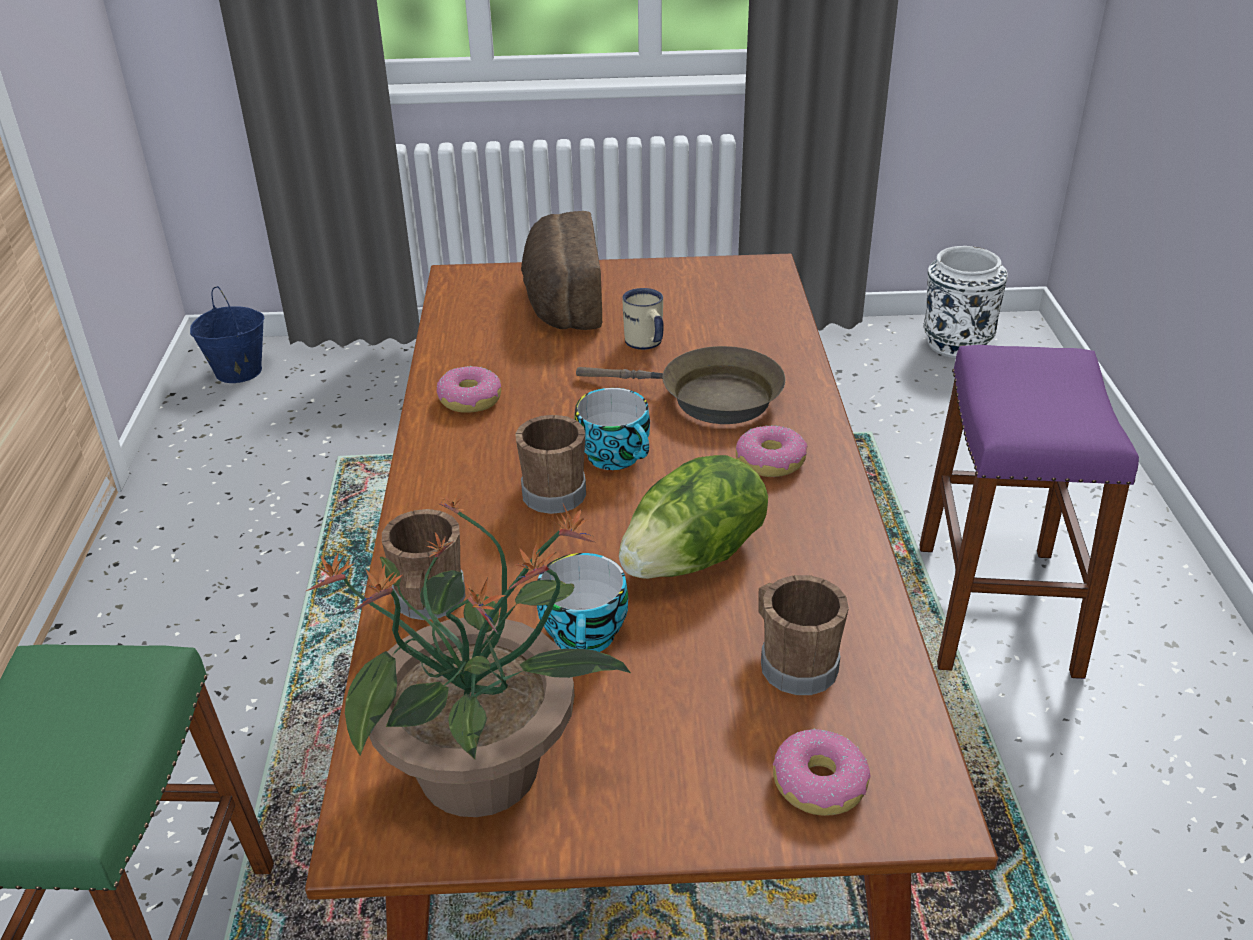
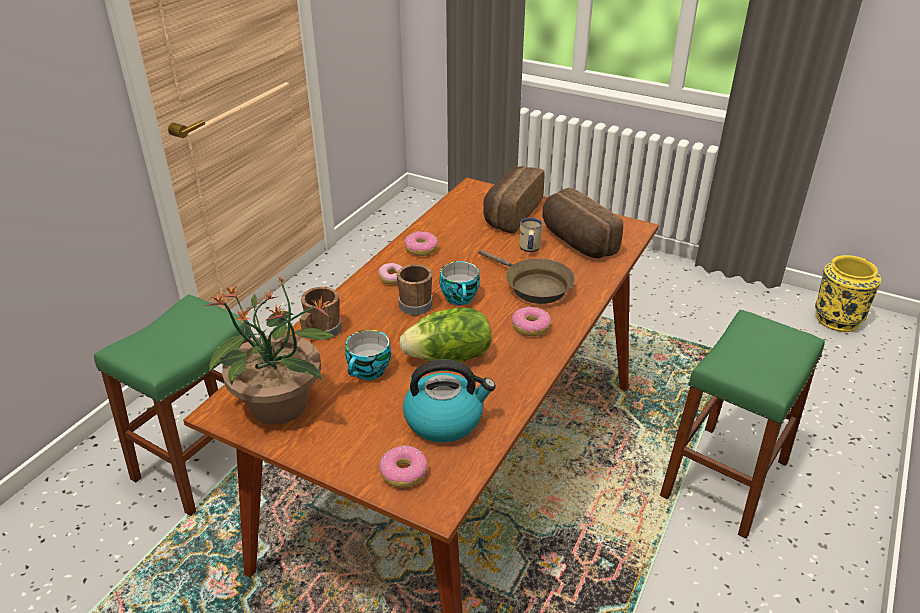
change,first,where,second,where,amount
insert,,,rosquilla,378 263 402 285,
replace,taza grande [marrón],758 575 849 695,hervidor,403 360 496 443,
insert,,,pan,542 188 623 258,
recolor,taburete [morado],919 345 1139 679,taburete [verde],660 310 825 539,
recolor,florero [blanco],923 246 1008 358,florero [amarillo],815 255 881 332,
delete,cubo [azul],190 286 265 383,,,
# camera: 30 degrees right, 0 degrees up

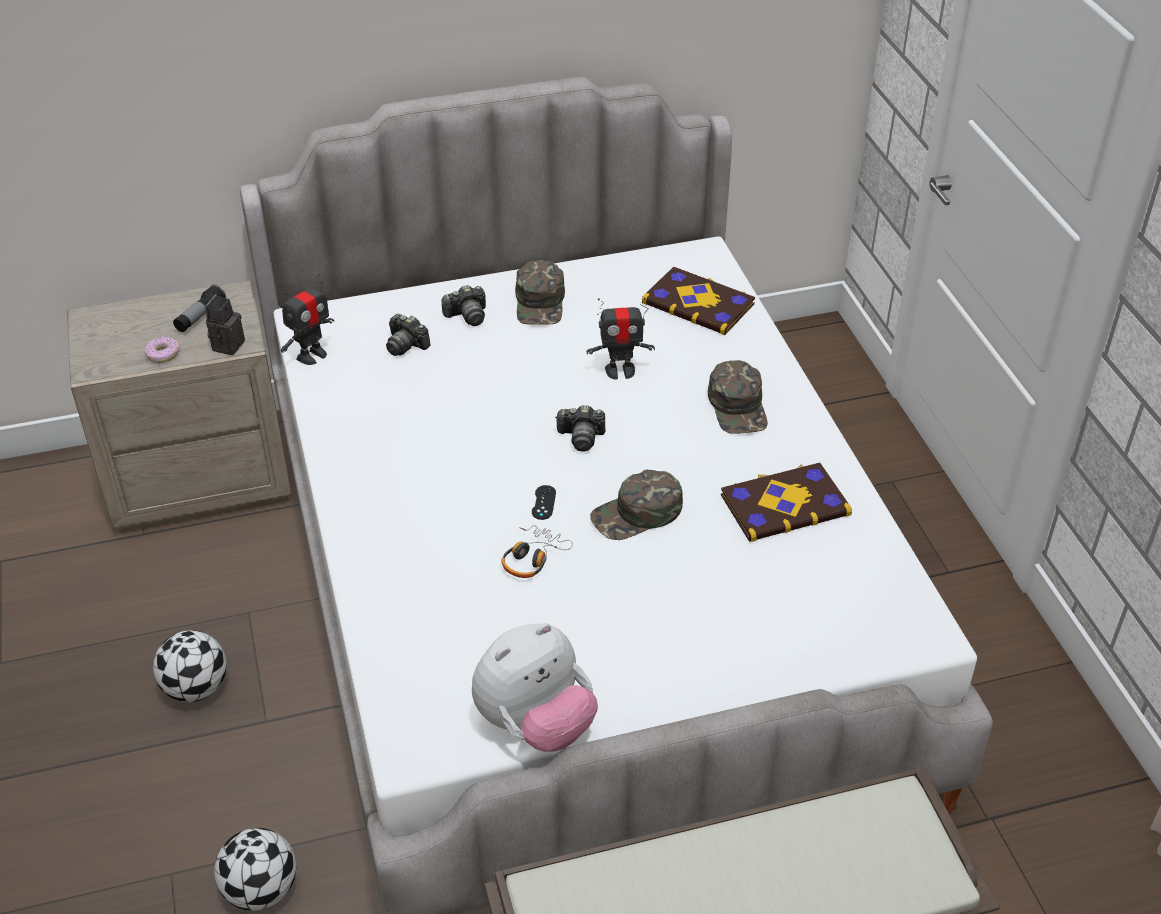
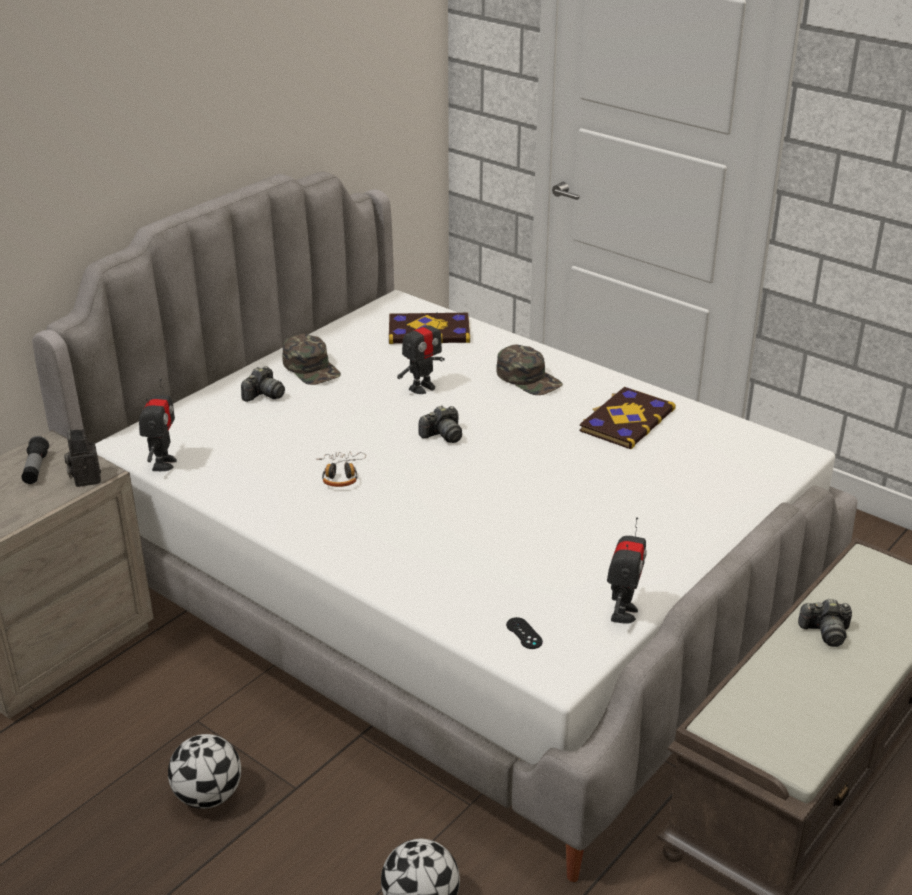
change,first,where,second,where,amount
move,auriculares,501 525 573 578,,316 452 366 487,
move,mando de consola [negro],532 485 556 520,,506 617 543 649,
replace,peluche,472 623 598 752,robot de juguete,607 517 647 624,
move,cámara,386 314 431 356,,798 599 852 647,
delete,rosquilla,145 336 179 363,,,
delete,gorra [verde],590 470 683 540,,,
# camera: 35 degrees left, 10 degrees down

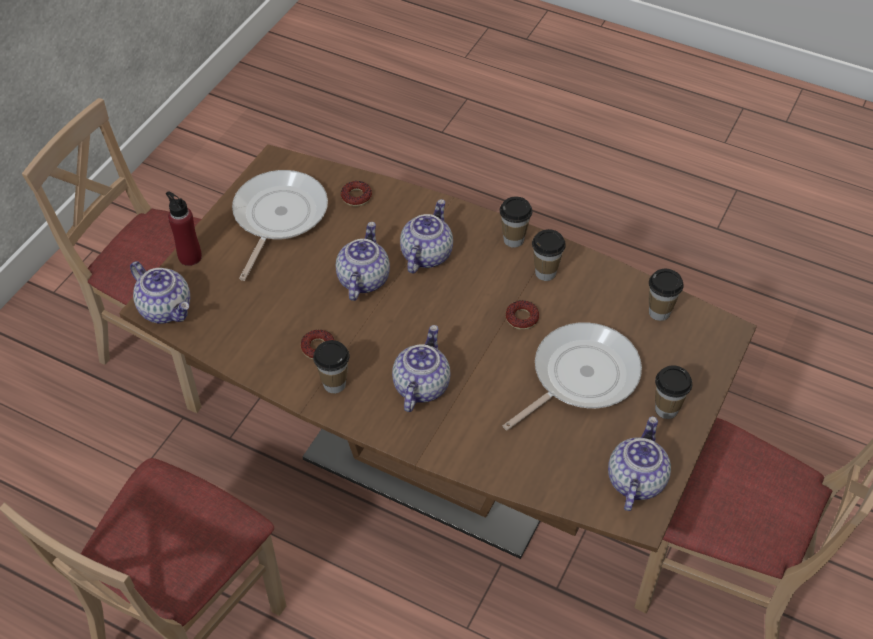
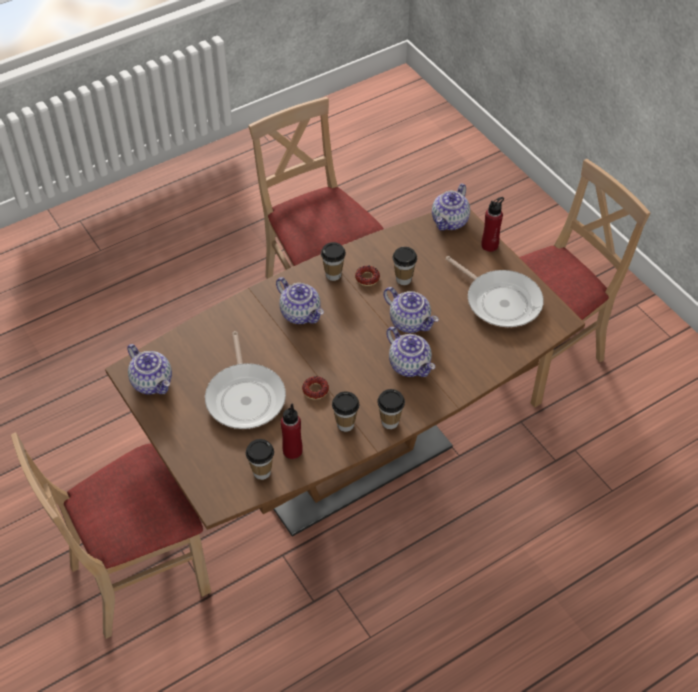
change,first,where,second,where,amount
insert,,,botella [rojo],281 403 303 459,
move,taza,655 365 692 419,,392 247 417 285,
rotate,tetera,130 261 190 324,,432 183 470 230,45 degrees counterclockwise
delete,rosquilla,341 181 372 207,,,
# camera: 120 degrees right, 0 degrees up

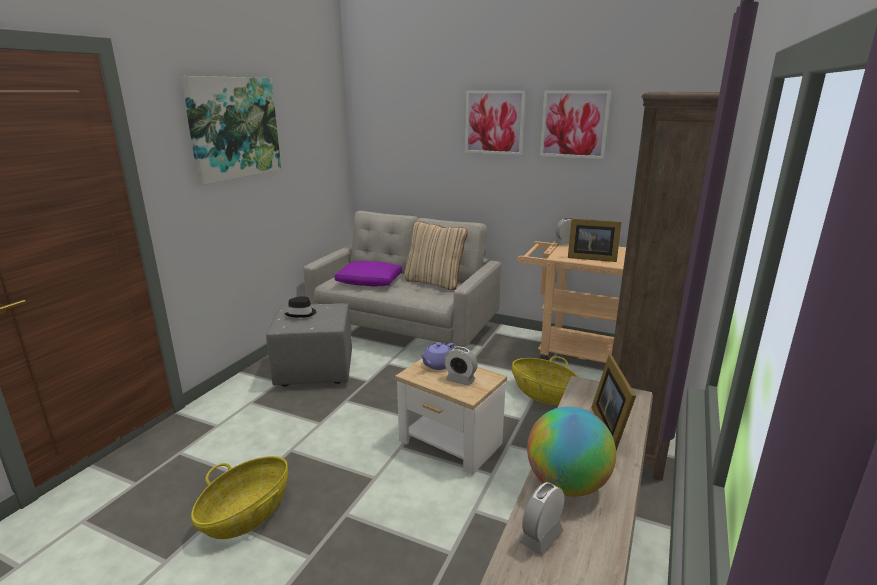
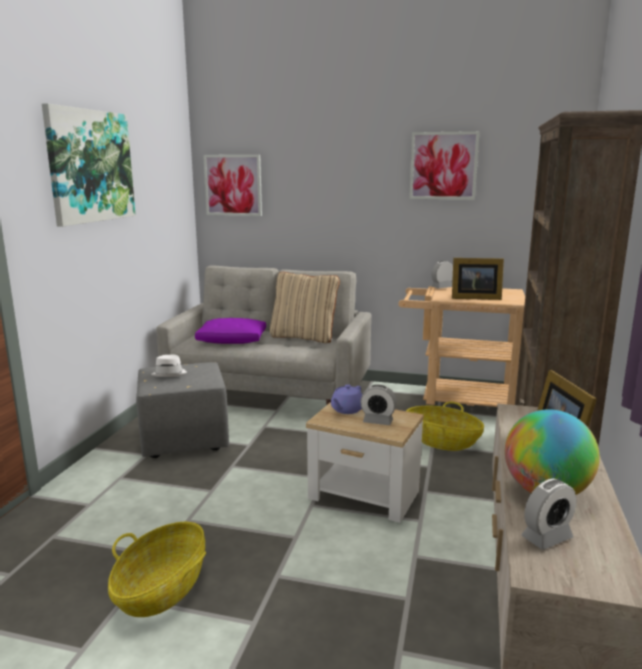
change,first,where,second,where,amount
recolor,sombrero [negro],285 297 317 318,sombrero [blanco],151 355 187 377,
move,cuadro,465 91 526 155,,203 155 262 216,
rotate,despertador,519 482 564 556,,521 479 577 550,150 degrees counterclockwise
# camera: 10 degrees left, 5 degrees down

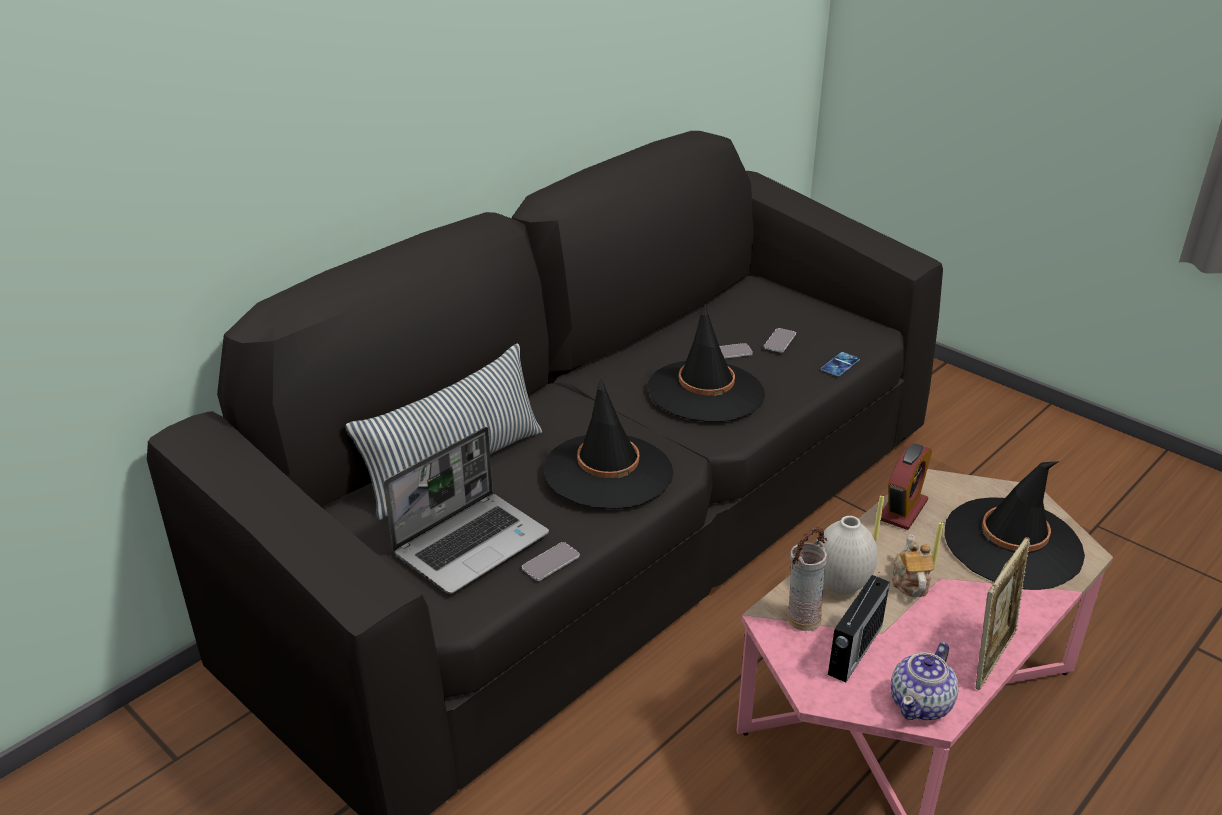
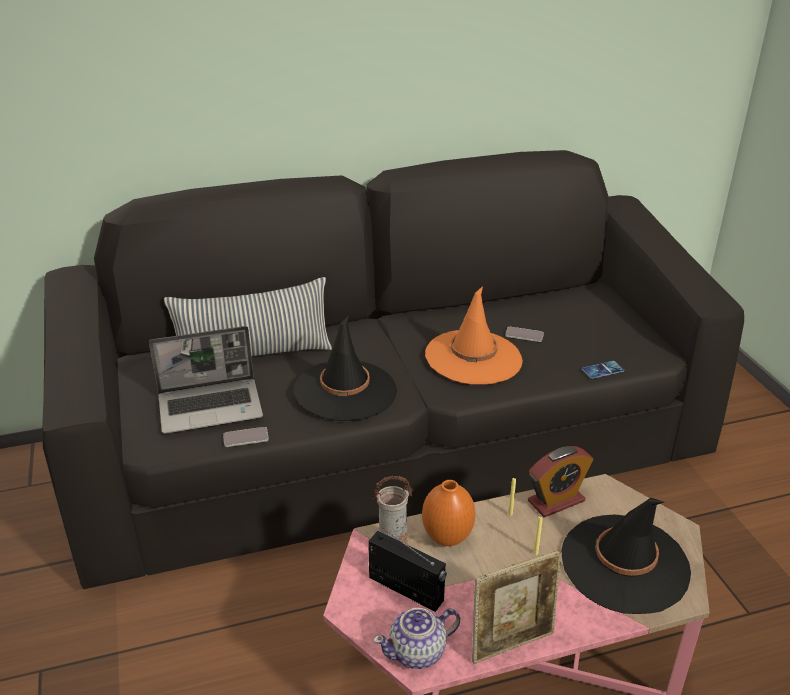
change,first,where,second,where,amount
rotate,radio,828 572 890 683,,368 528 447 612,120 degrees counterclockwise
recolor,florero [blanco],824 516 878 595,florero [naranja],422 480 476 546,
recolor,sombrero [negro],648 304 765 422,sombrero [naranja],425 286 523 385,
delete,móvil,764 328 796 353,,,
delete,tetera,892 534 934 597,,,
# camera: 30 degrees right, 0 degrees up

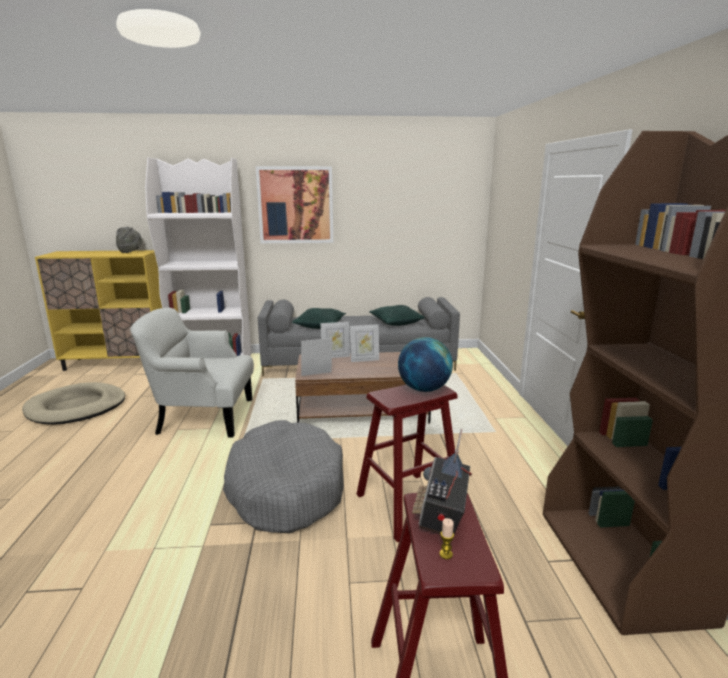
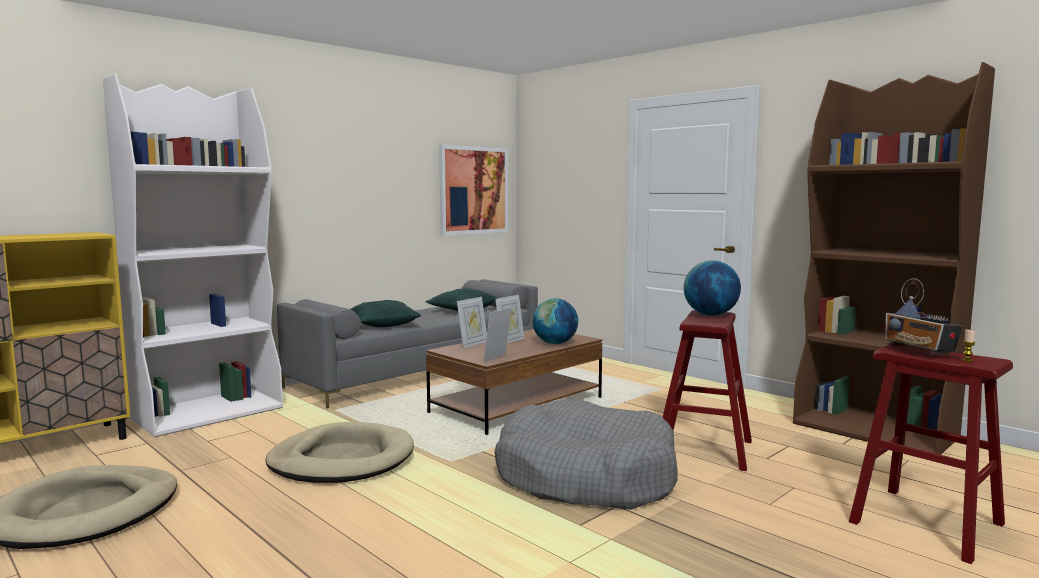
change,first,where,second,where,amount
replace,sillón [blanco],130 308 254 437,cama para perro [beis],265 422 414 483,
move,cuadro,256 166 333 243,,439 145 508 236,
insert,,,globo terráqueo,533 298 578 344,
delete,sombrero [gris],116 227 142 253,,,
# camera: 40 degrees left, 10 degrees down

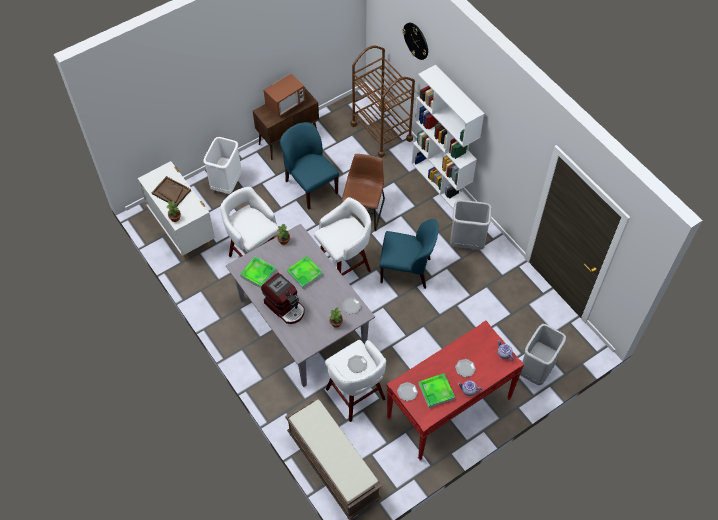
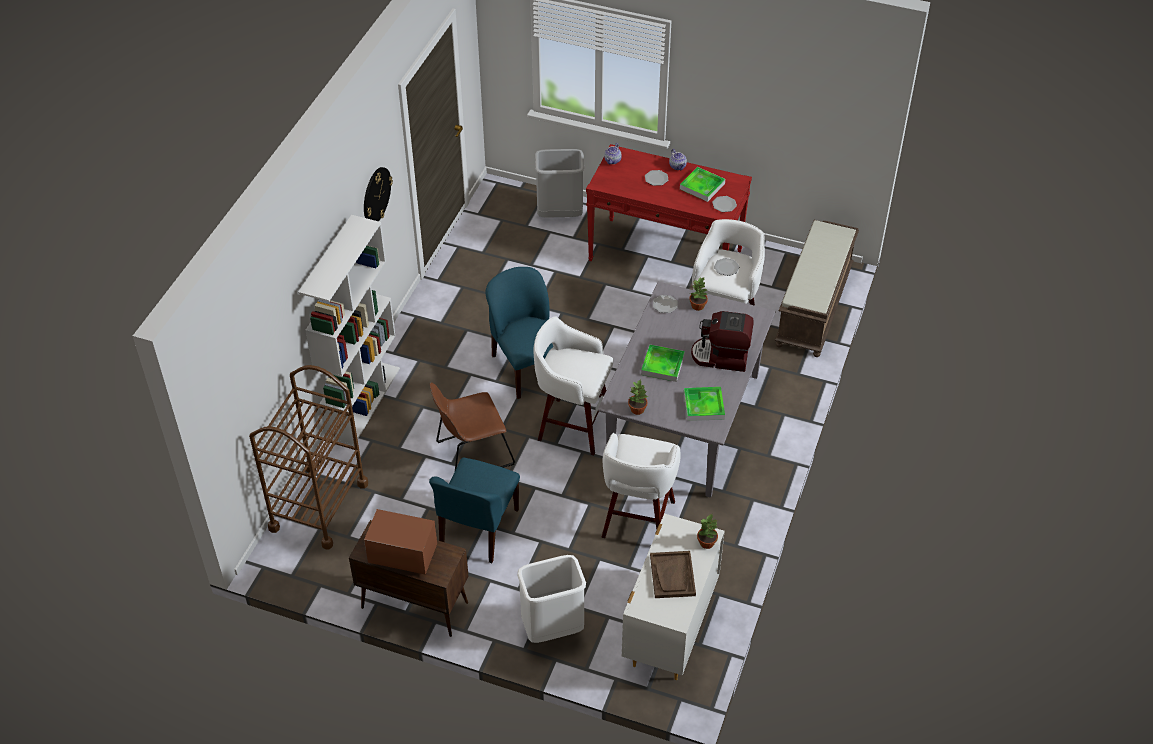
change,first,where,second,where,amount
move,reloj de pared,402 22 428 60,,364 167 393 221,
rotate,cafetera,261 273 304 324,,691 311 754 372,90 degrees counterclockwise
delete,papelera [gris],450 200 492 250,,,
# camera: 125 degrees left, 10 degrees down

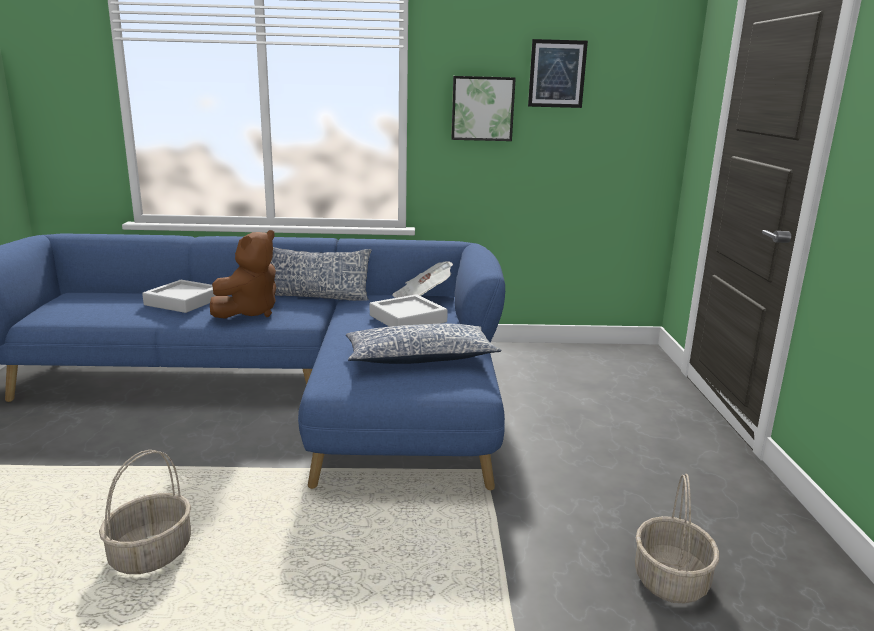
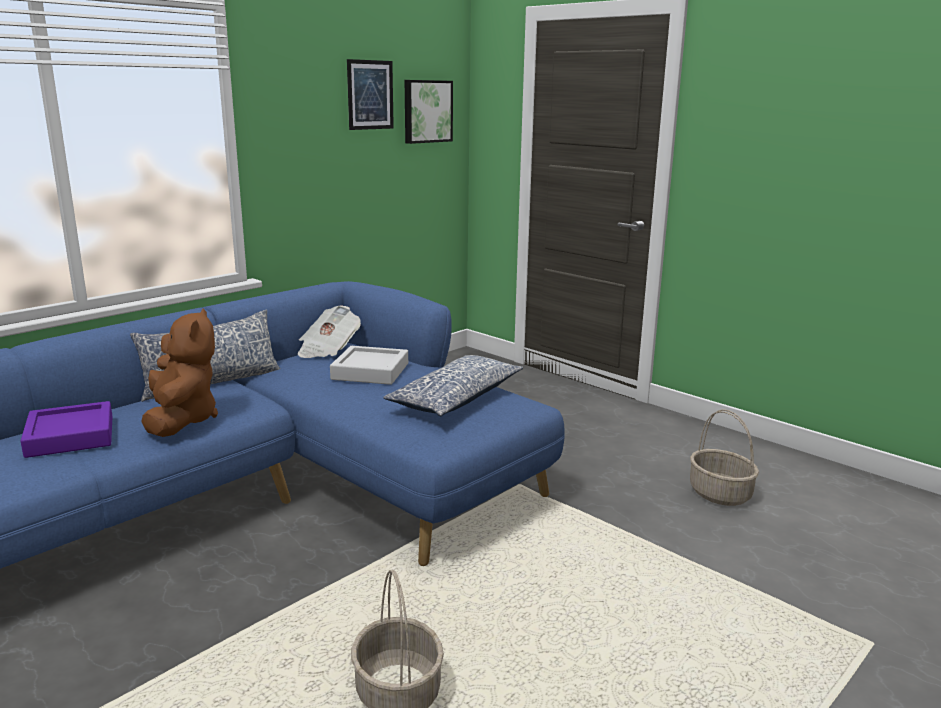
change,first,where,second,where,amount
recolor,bandeja [gris],142 280 215 313,bandeja [morado],21 401 113 458,
move,cuadro,451 76 516 141,,405 80 453 144,
# camera: 45 degrees left, 0 degrees up

